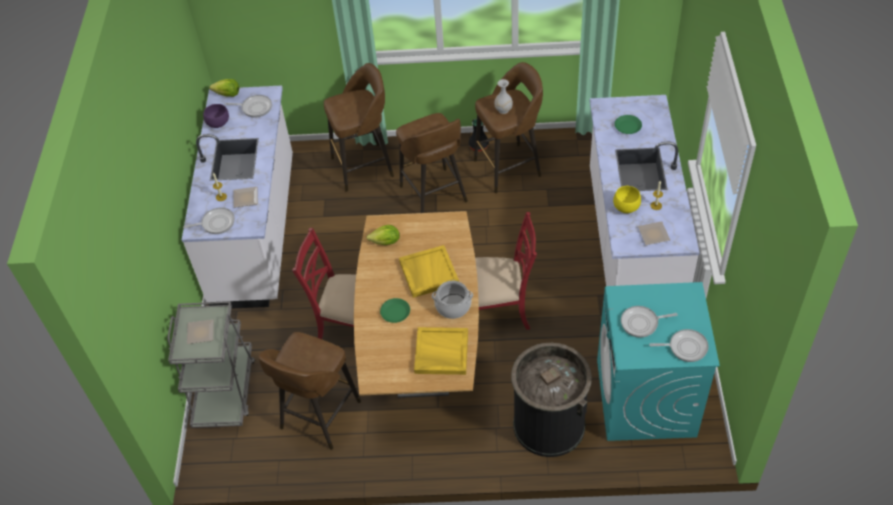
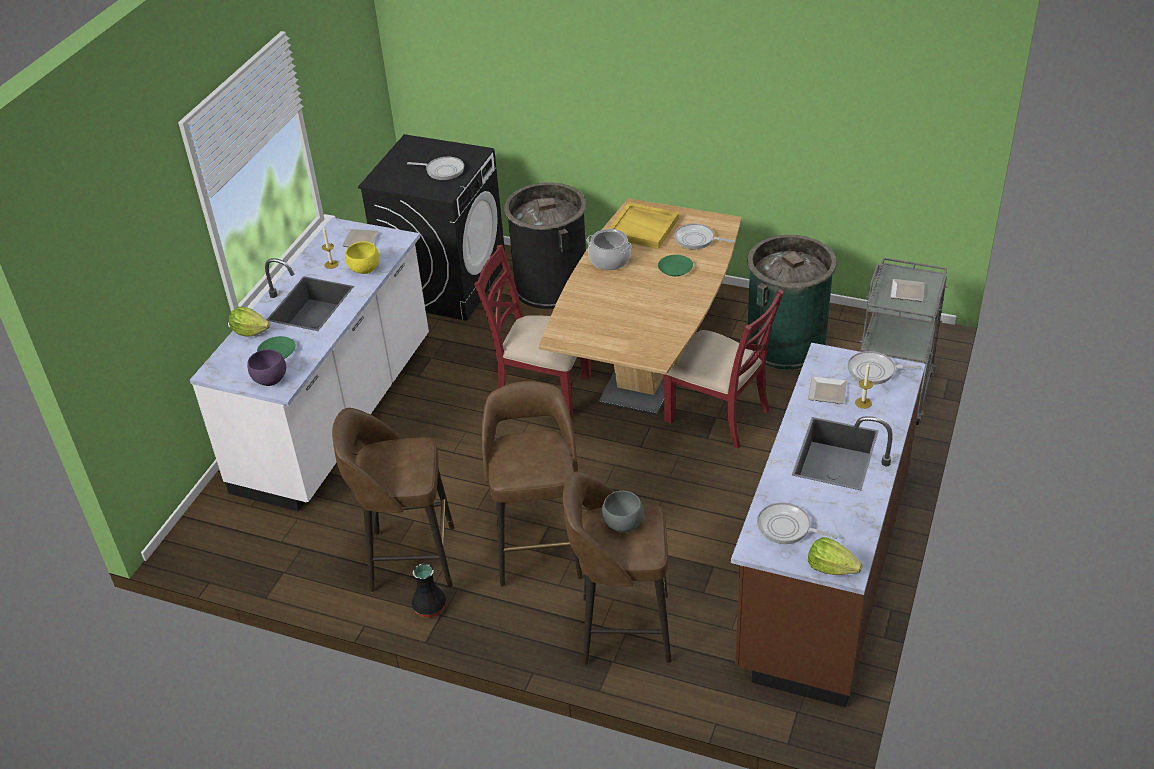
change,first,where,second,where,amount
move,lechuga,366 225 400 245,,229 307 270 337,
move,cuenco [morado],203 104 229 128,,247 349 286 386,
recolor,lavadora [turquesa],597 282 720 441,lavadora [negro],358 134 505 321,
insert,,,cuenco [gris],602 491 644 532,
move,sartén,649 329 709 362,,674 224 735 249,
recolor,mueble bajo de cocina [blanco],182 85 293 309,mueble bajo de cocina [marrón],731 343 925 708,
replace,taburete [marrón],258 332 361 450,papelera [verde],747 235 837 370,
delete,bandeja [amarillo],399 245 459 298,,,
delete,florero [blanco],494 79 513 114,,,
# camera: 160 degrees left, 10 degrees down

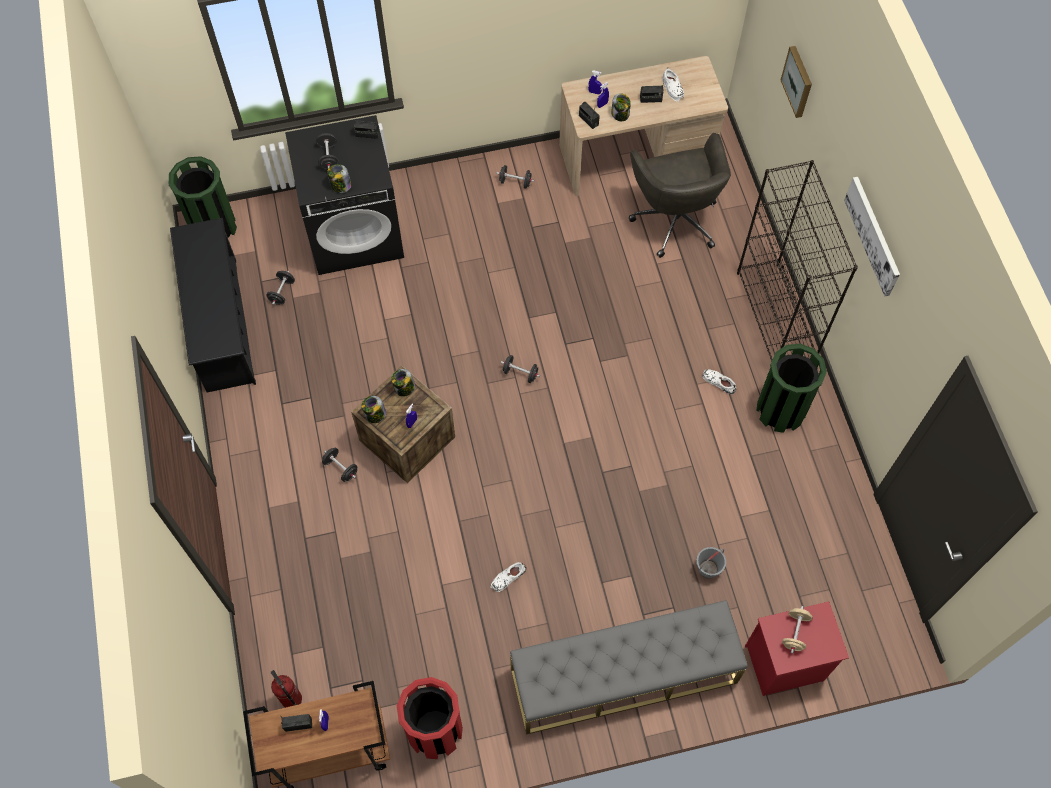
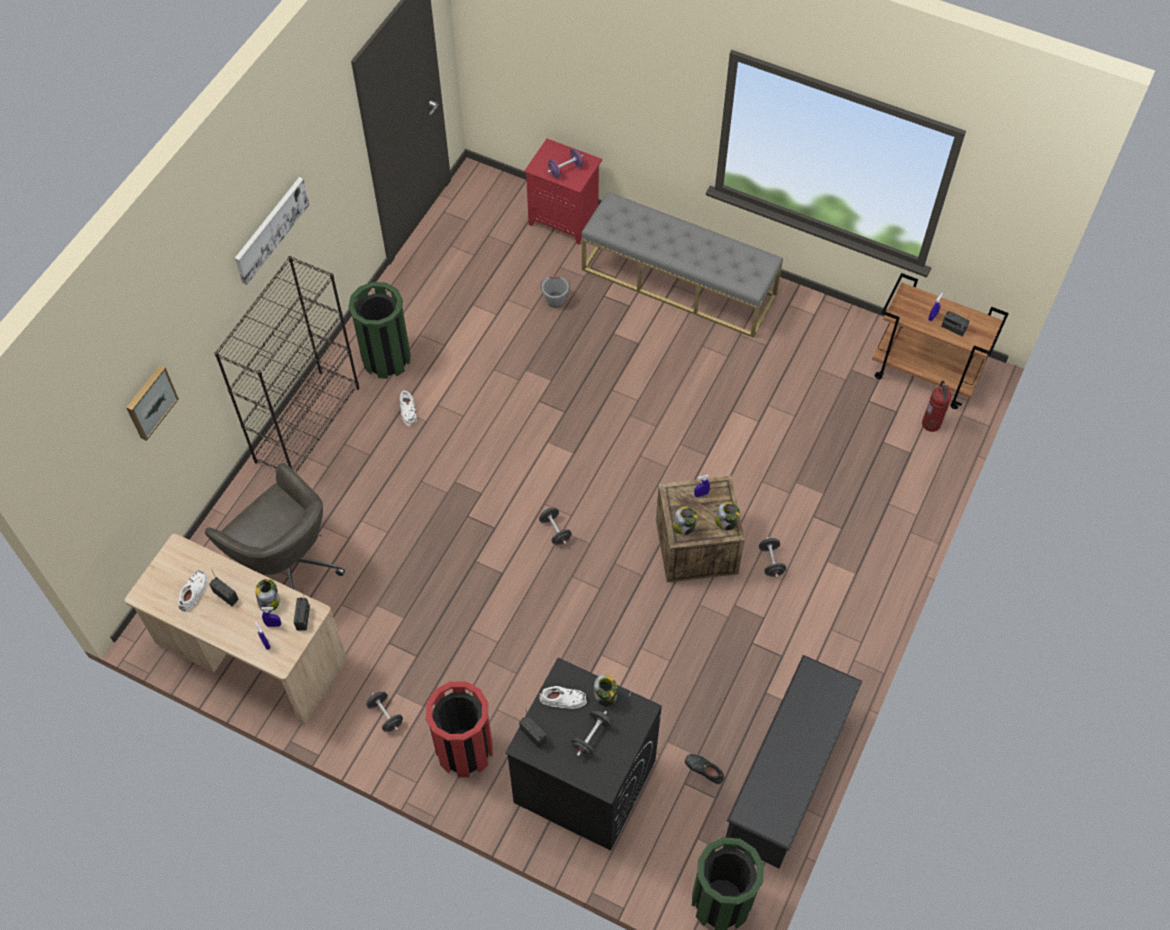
change,first,where,second,where,amount
rotate,silla de oficina [gris],629 133 731 258,,205 463 345 589,105 degrees clockwise
move,papelera [rojo],397 677 463 759,,426 681 493 777,
move,zapato [blanco],491 562 526 592,,539 686 587 709,
recolor,mancuerna [beis],782 606 813 654,mancuerna [morado],547 149 583 178,
replace,mancuerna [negro],266 271 295 305,zapato [negro],685 754 724 784,
# camera: 140 degrees left, 5 degrees down

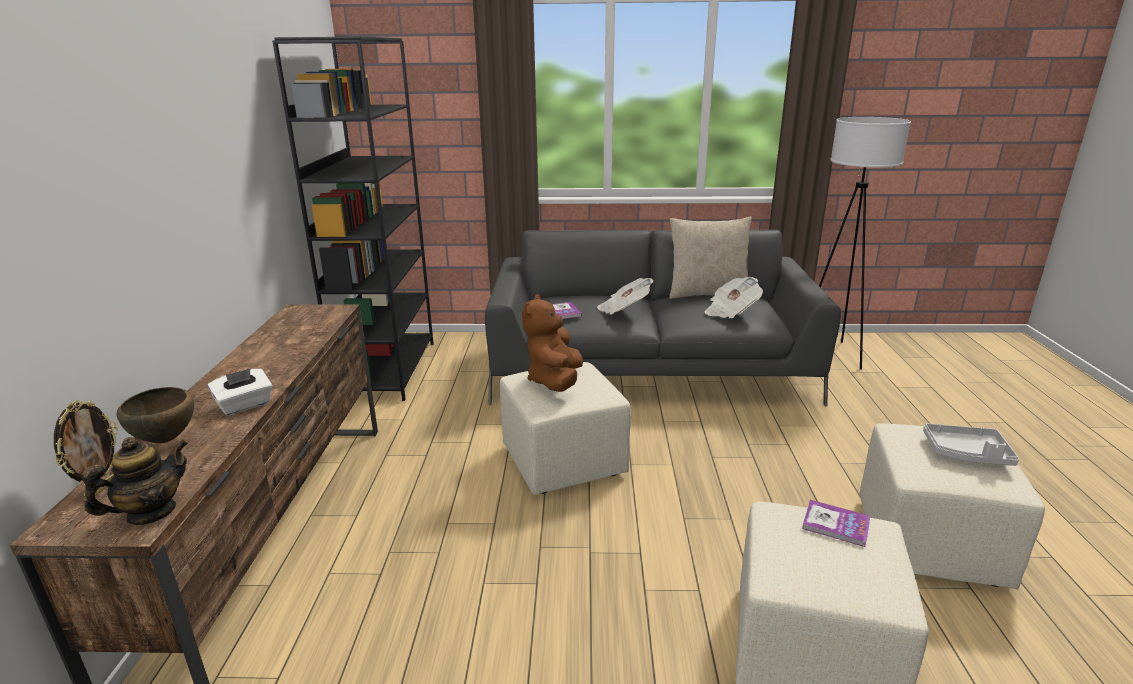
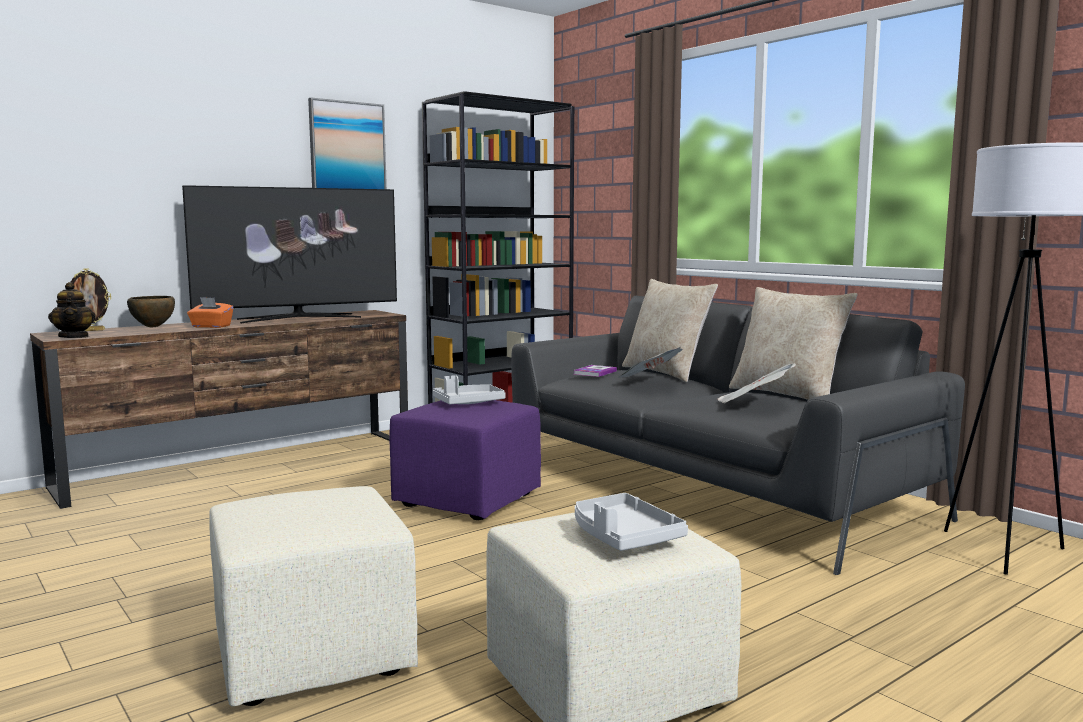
change,first,where,second,where,amount
rotate,tetera,82 437 188 525,,48 282 96 338,60 degrees clockwise
insert,,,televisor,182 185 397 323,
recolor,caja de pañuelos [blanco],207 369 272 416,caja de pañuelos [naranja],187 297 233 328,
insert,,,cuadro,308 98 387 189,
recolor,puf [beis],500 362 631 495,puf [morado],390 400 541 520,
replace,peluche [marrón],522 294 583 392,bandeja [gris],433 375 506 404,
insert,,,cojín [beis],622 279 718 382,
delete,libro,802 500 870 547,,,
# camera: 50 degrees right, 15 degrees down

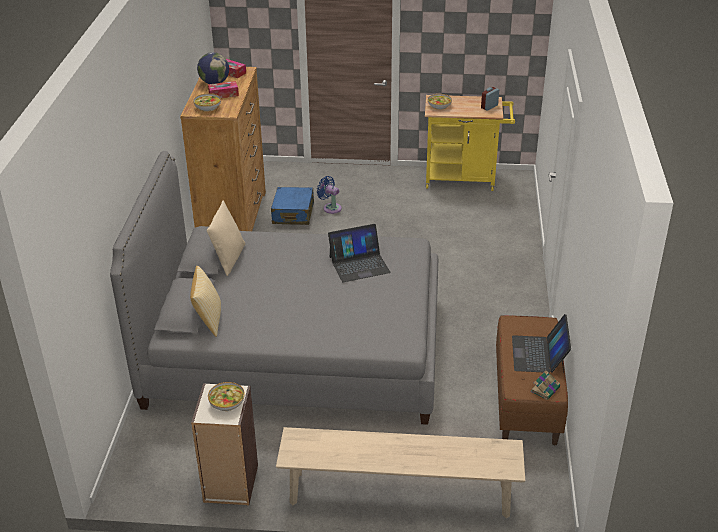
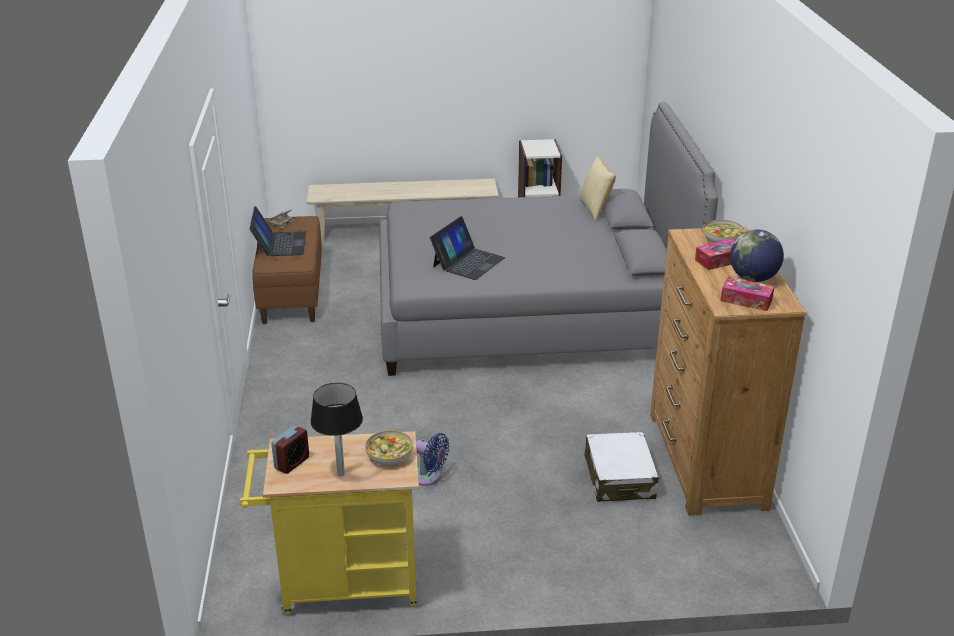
change,first,where,second,where,amount
insert,,,lámpara de mesa,310 383 363 476,
move,ventilador [azul],317 176 342 214,,416 433 449 486,
rotate,portátil,328 224 391 282,,430 216 505 280,150 degrees clockwise
recolor,maleta [azul],271 187 314 225,maleta [blanco],584 432 659 502,
delete,cojín [beis],207 201 245 276,,,
delete,cuenco,208 382 245 411,,,
# camera: 170 degrees right, 5 degrees down

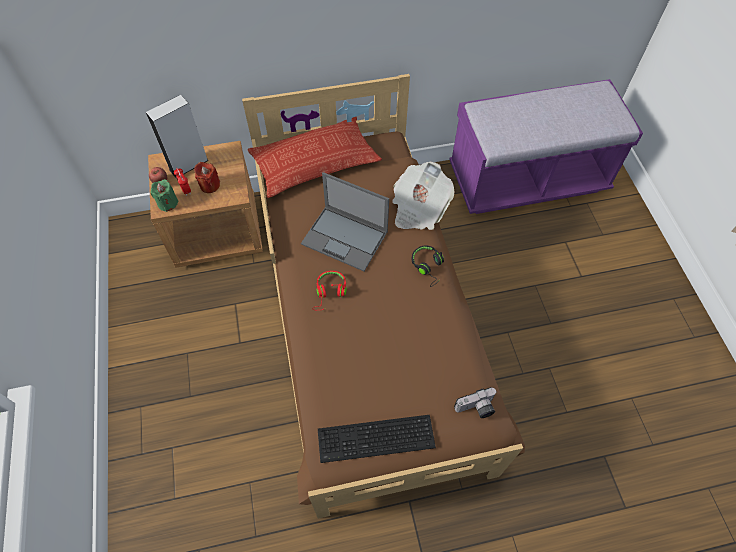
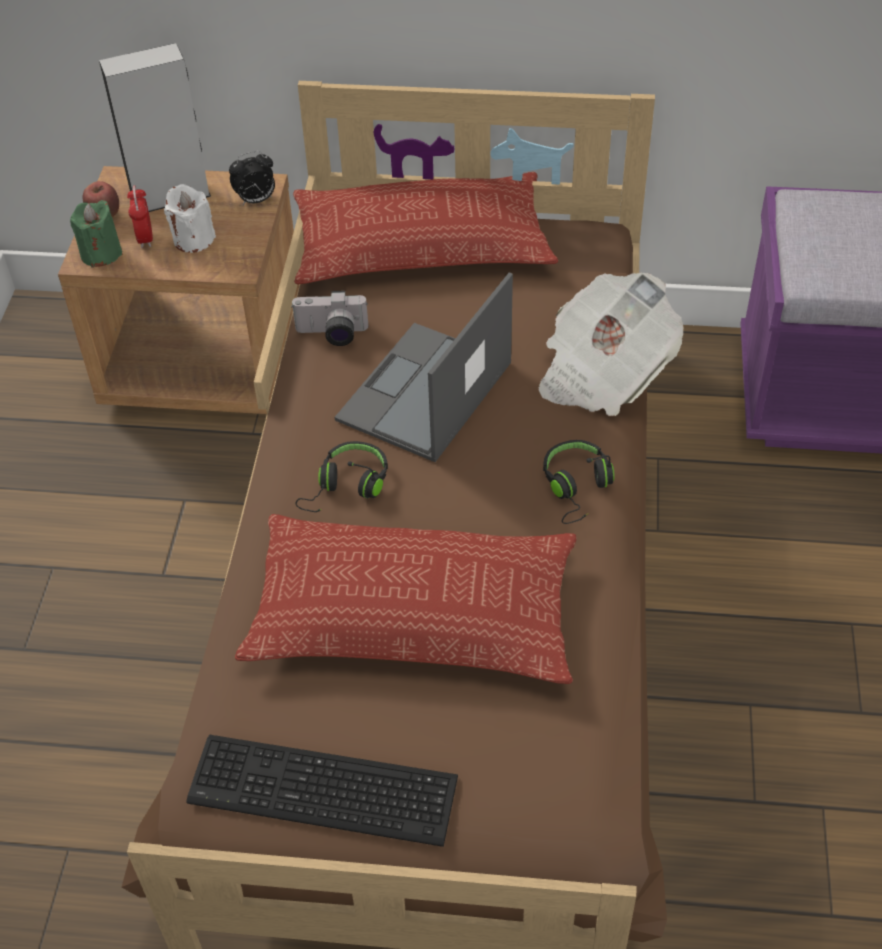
change,first,where,second,where,amount
recolor,vela [rojo],194 162 220 193,vela [blanco],164 184 216 253,
insert,,,despertador,229 151 275 205,
insert,,,cojín,235 514 577 684,
move,cámara,454 387 496 418,,291 291 368 346,
recolor,auriculares [rojo],312 271 347 310,auriculares [negro],296 441 388 512,
rotate,portátil,301 172 389 271,,334 272 513 462,75 degrees clockwise
# camera: 20 degrees right, 10 degrees down

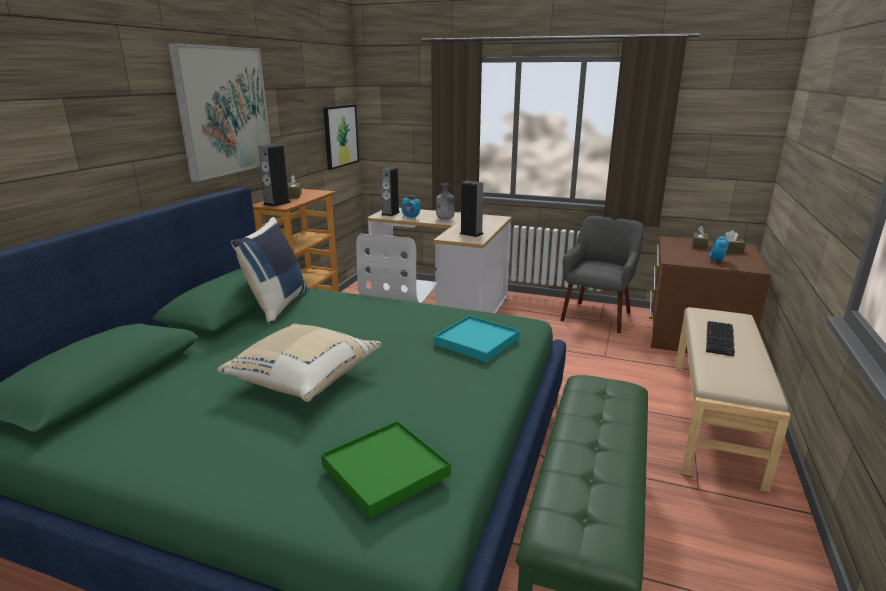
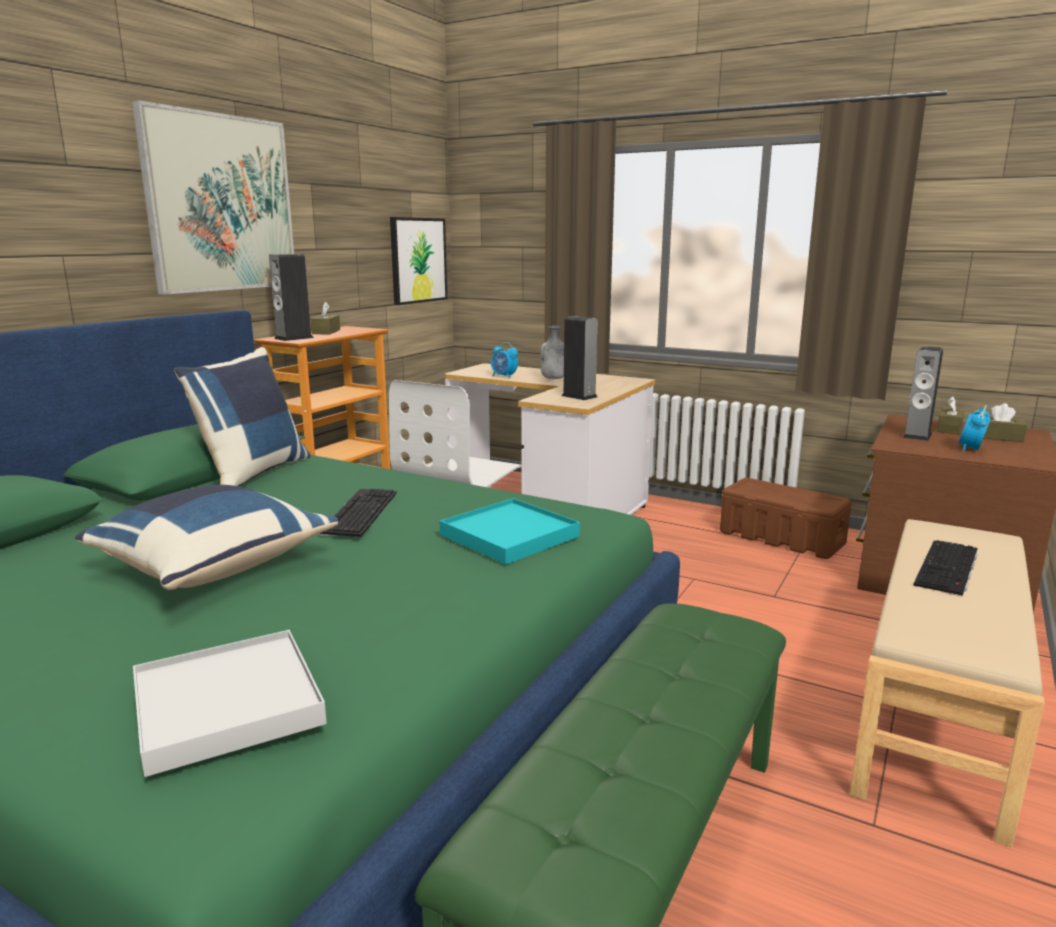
change,first,where,second,where,amount
recolor,cojín [beis],217 324 381 402,cojín [azul],75 485 338 590,
recolor,bandeja [verde],321 421 451 518,bandeja [blanco],133 630 327 777,
insert,,,teclado,319 489 397 537,
replace,sillón [gris],560 216 644 333,caja de almacenaje [marrón],720 478 852 559,
move,altavoz,381 167 400 216,,903 346 943 441,
# camera: 10 degrees right, 5 degrees down

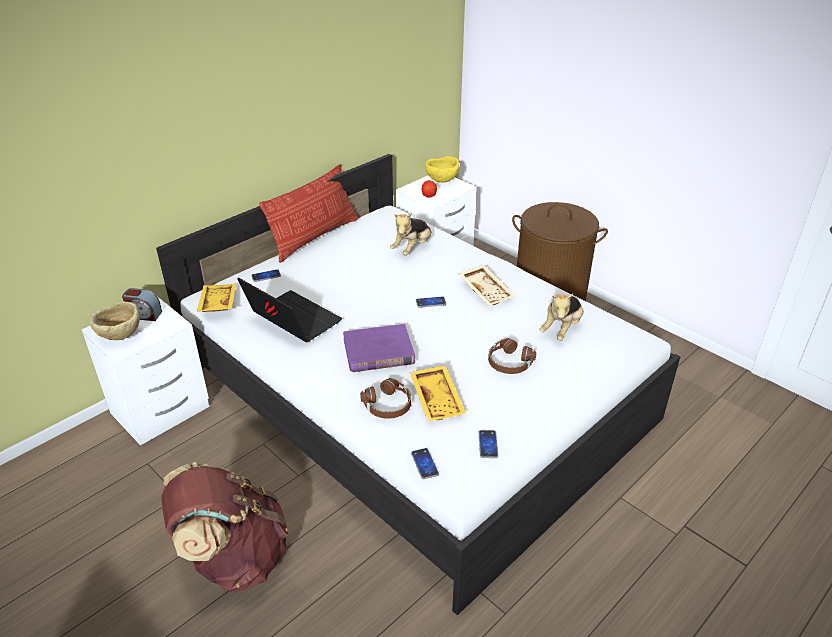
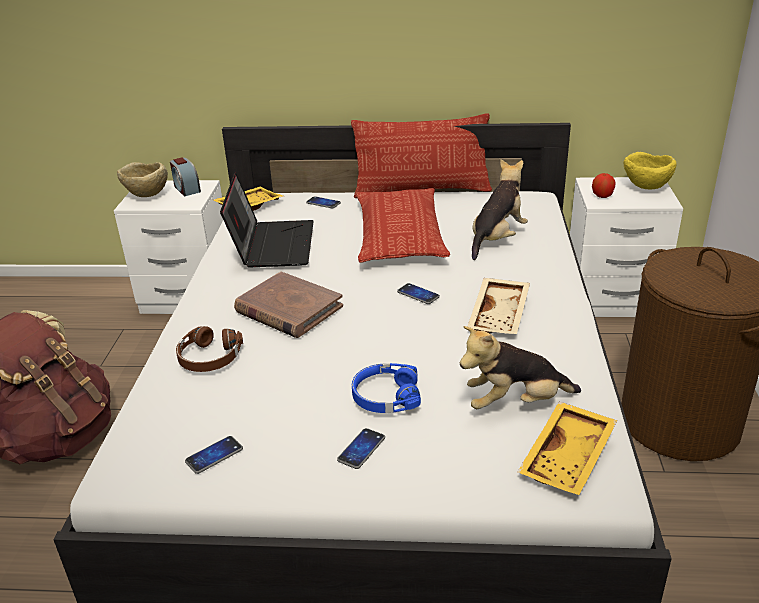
change,first,where,second,where,amount
recolor,libro [morado],343 324 415 372,libro [marrón],234 272 343 338,
move,móvil,411 448 439 479,,337 428 385 469,
recolor,auriculares [marrón],488 338 536 374,auriculares [azul],352 363 421 413,
insert,,,cojín,356 188 450 263,
rotate,peluche,390 213 431 256,,472 159 528 260,135 degrees clockwise
move,bandeja [amarillo],410 365 466 422,,518 402 617 495,
# camera: 50 degrees right, 5 degrees down

